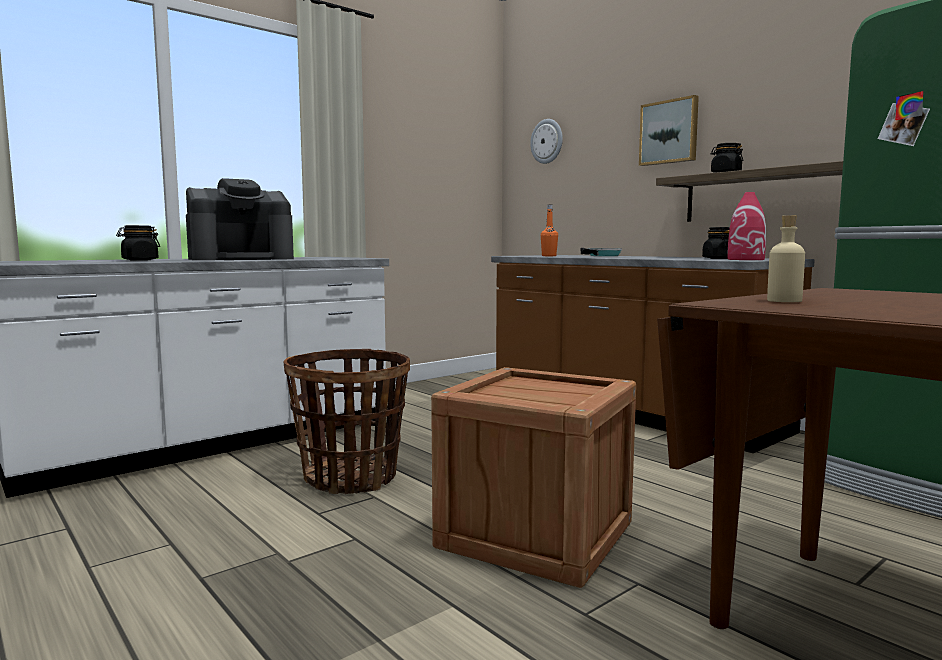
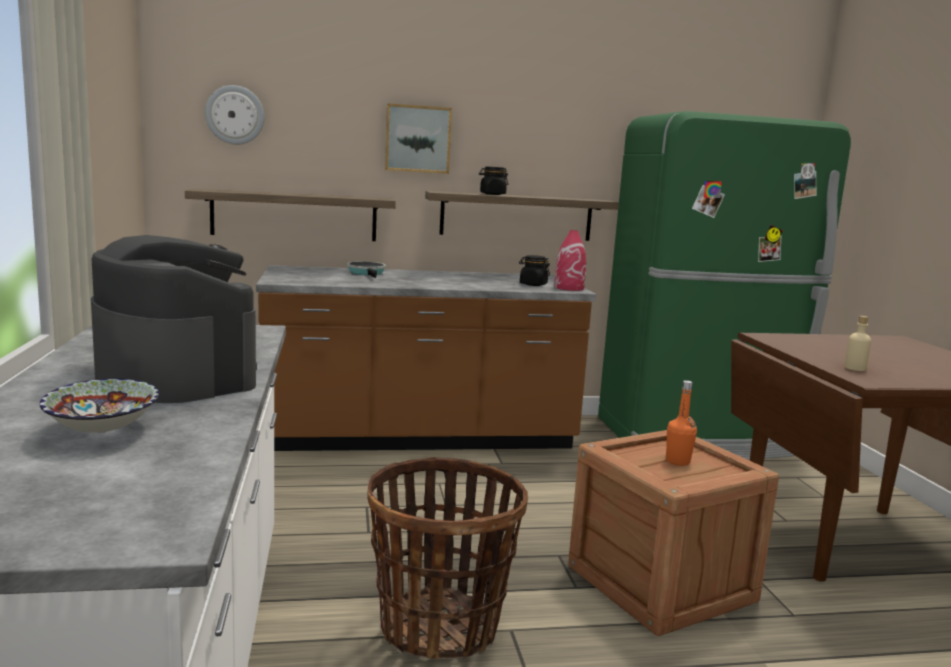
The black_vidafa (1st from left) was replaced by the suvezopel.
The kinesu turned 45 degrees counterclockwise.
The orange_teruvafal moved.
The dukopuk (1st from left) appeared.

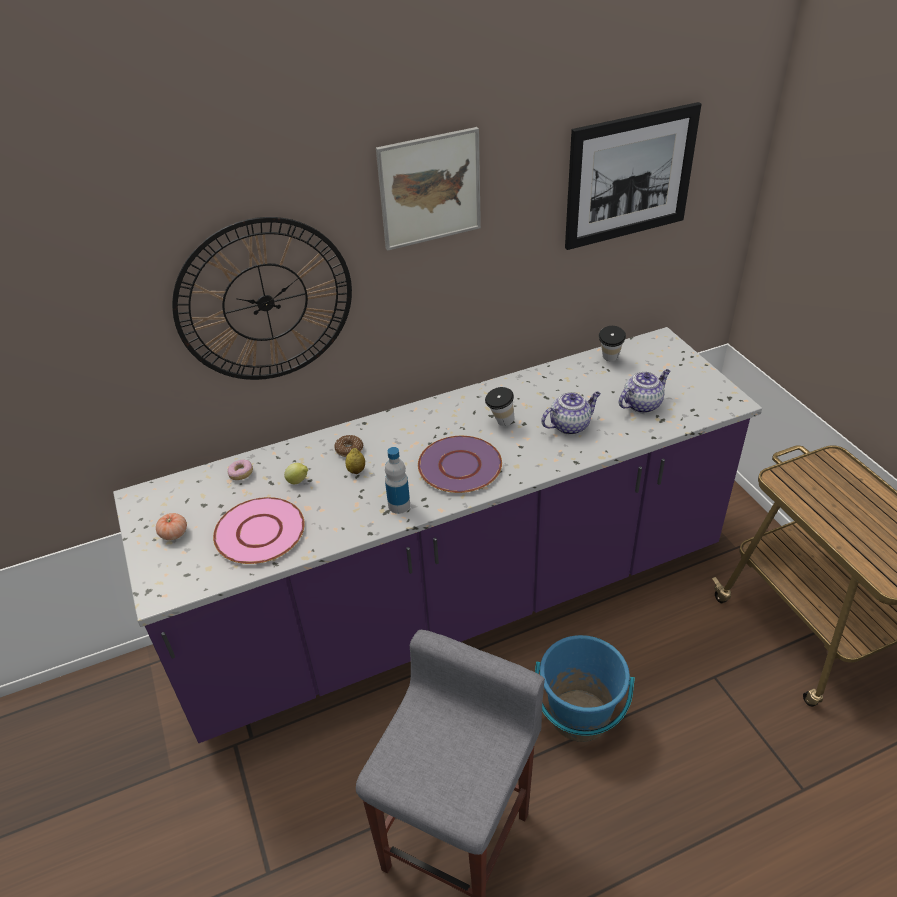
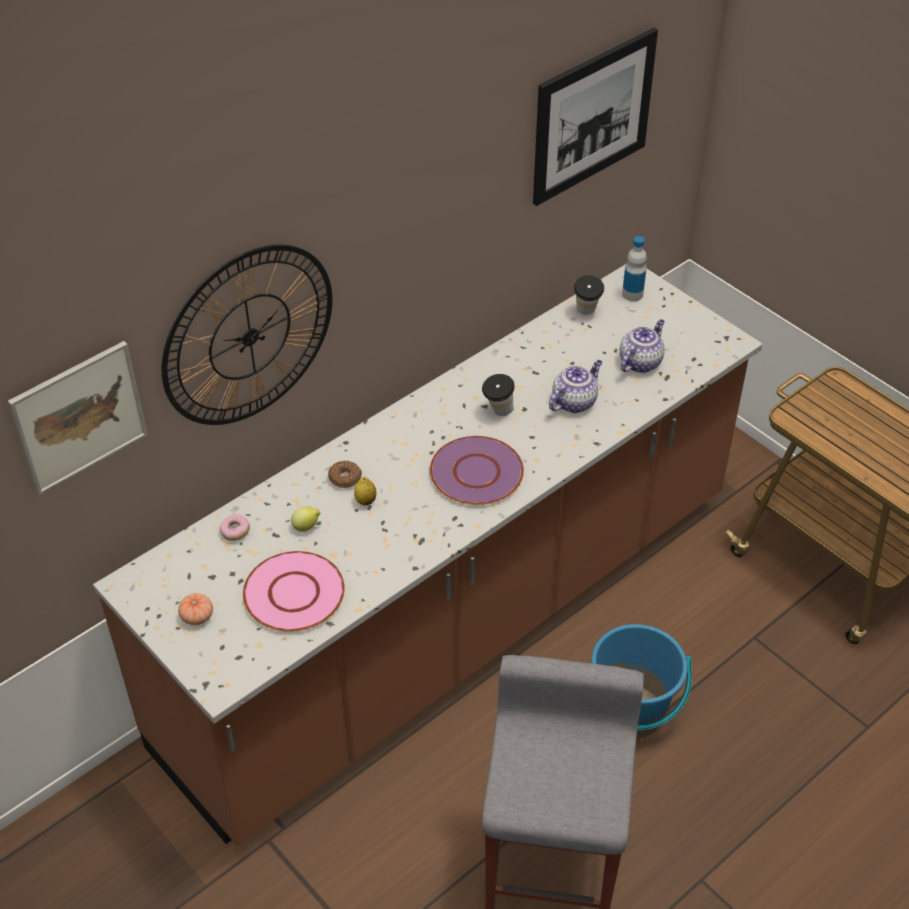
The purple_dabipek became the brown_dabipek.
The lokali (1st from left) moved.
The teruvafal moved.

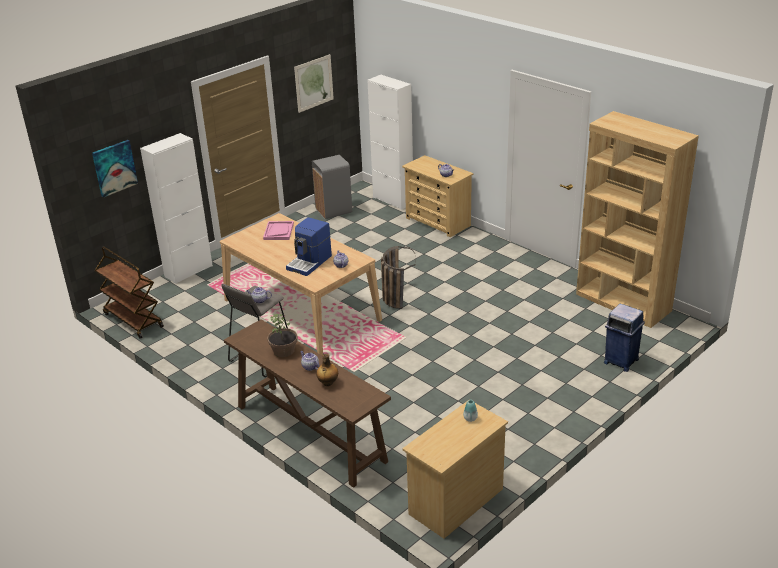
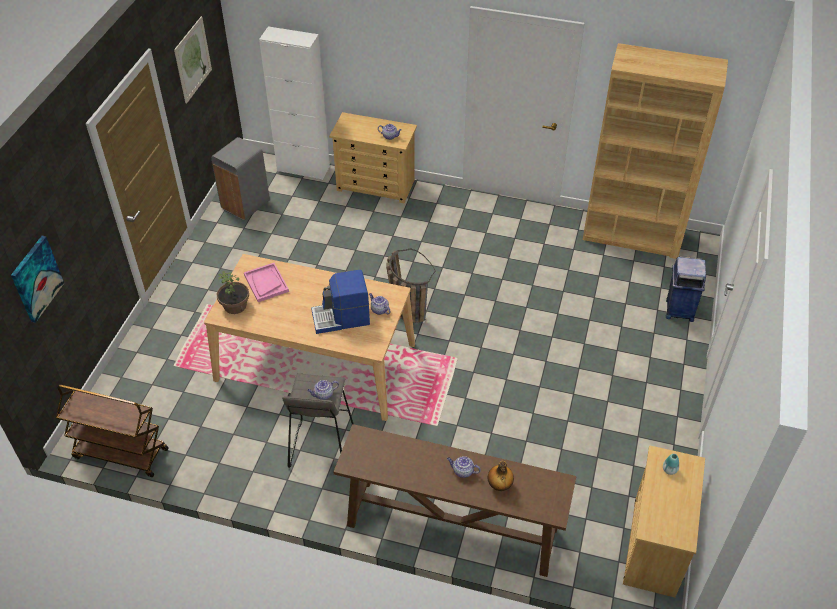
The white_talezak (1st from left) disappeared.
The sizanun moved.
The kinesu turned 75 degrees clockwise.

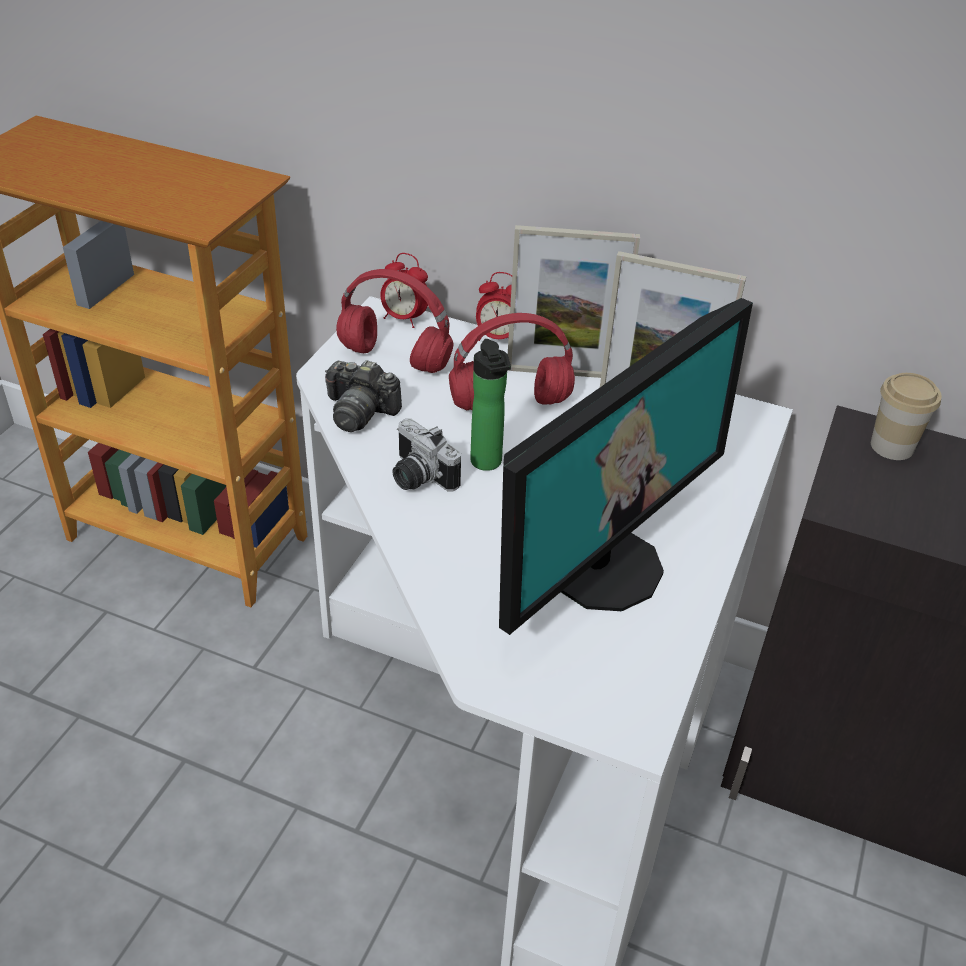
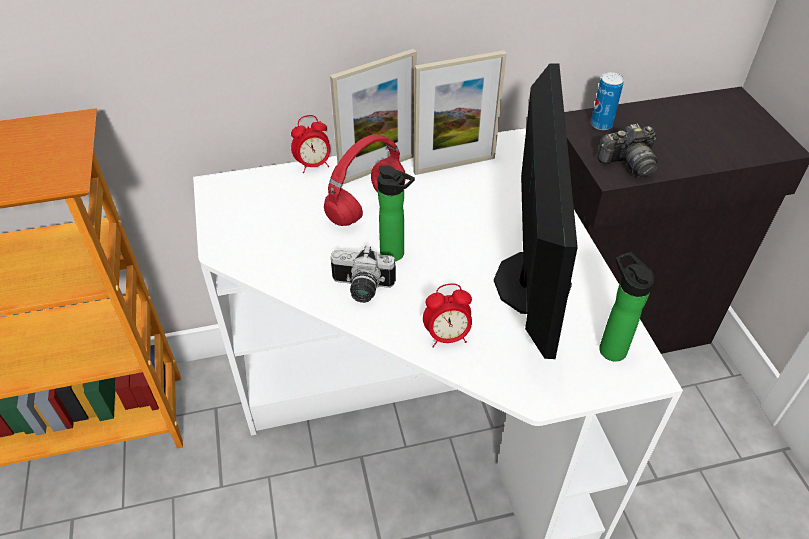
The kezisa (1st from left in the first image) moved.
The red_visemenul (1st from left) disappeared.
The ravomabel (1st from left in the first image) moved.
The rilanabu was replaced by the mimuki.
The teruvafal (2nd from left) appeared.

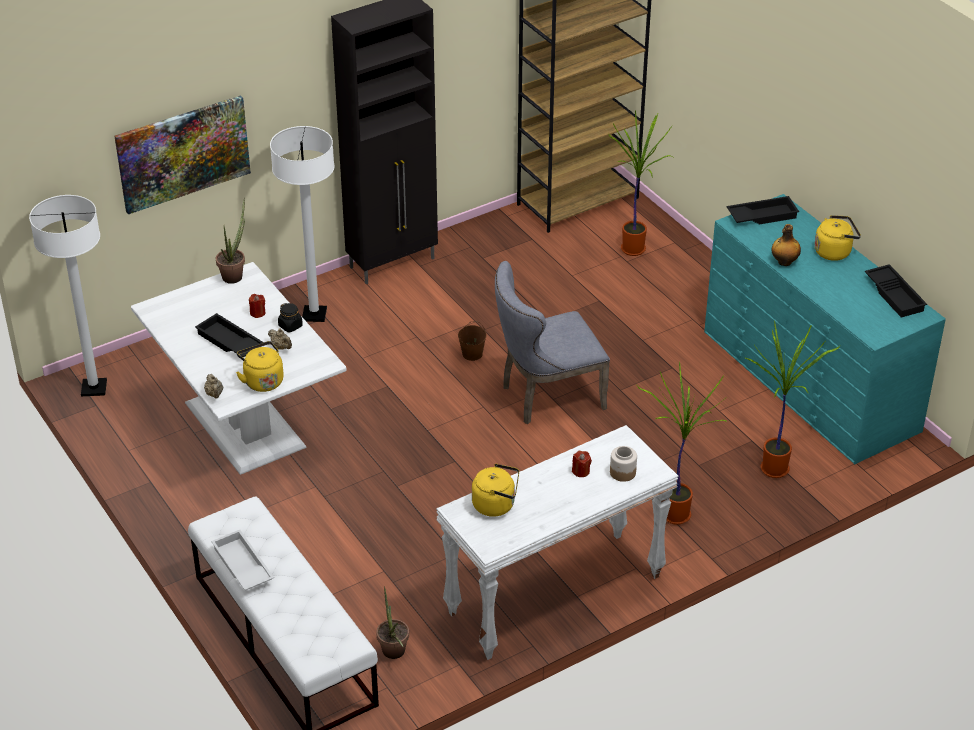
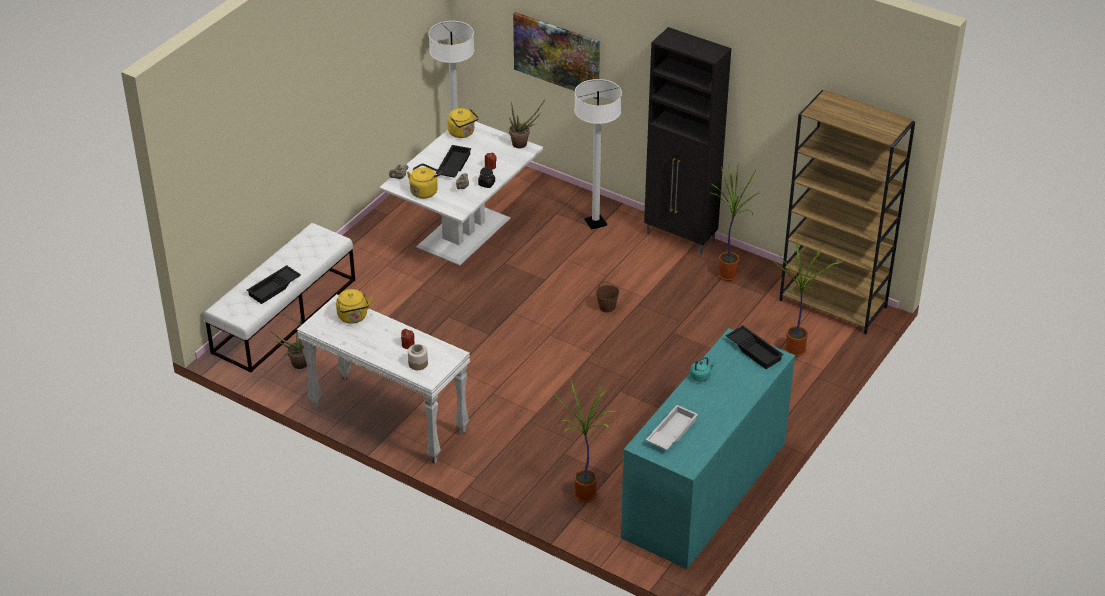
The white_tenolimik moved.
The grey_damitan disappeared.
The sizanun (4th from left) moved.
The teruvafal was replaced by the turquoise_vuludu.
The yellow_vuludu (3rd from left) moved.
The black_tenolimik (3rd from left in the first image) moved.

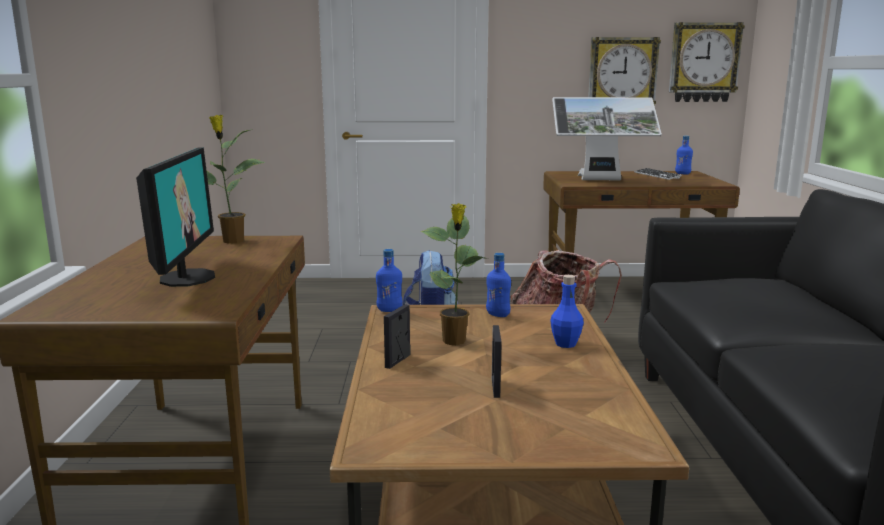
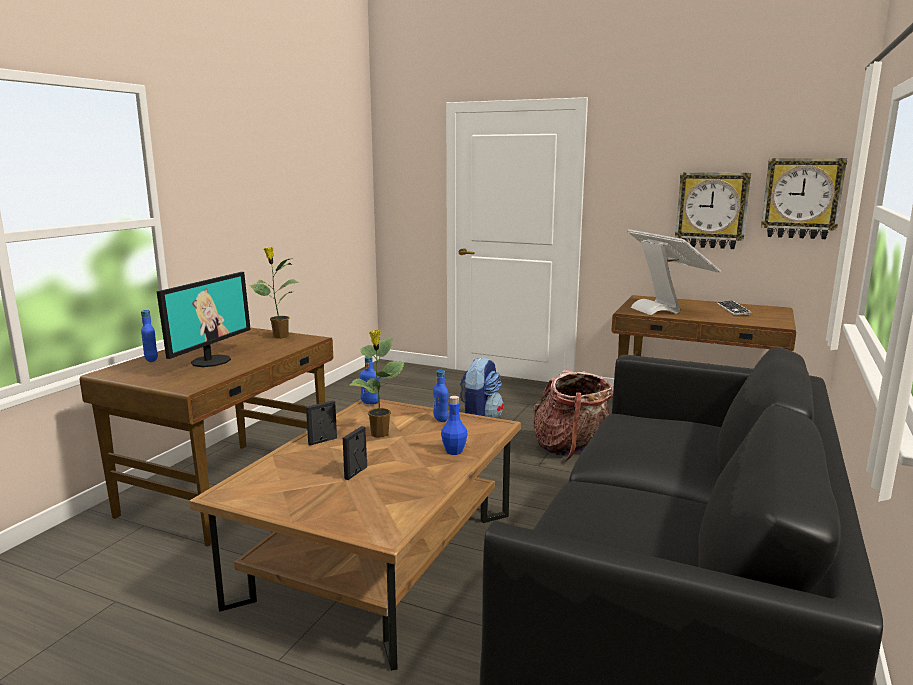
The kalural (2nd from left) turned 135 degrees counterclockwise.
The blue_teruvafal (4th from left in the first image) moved.

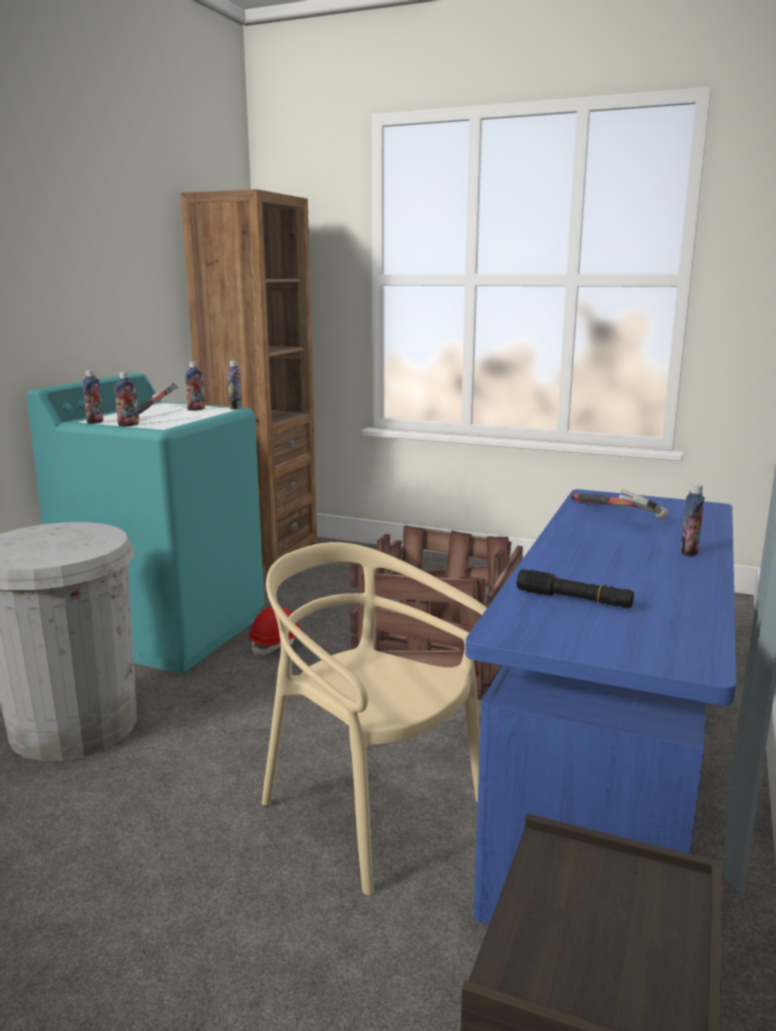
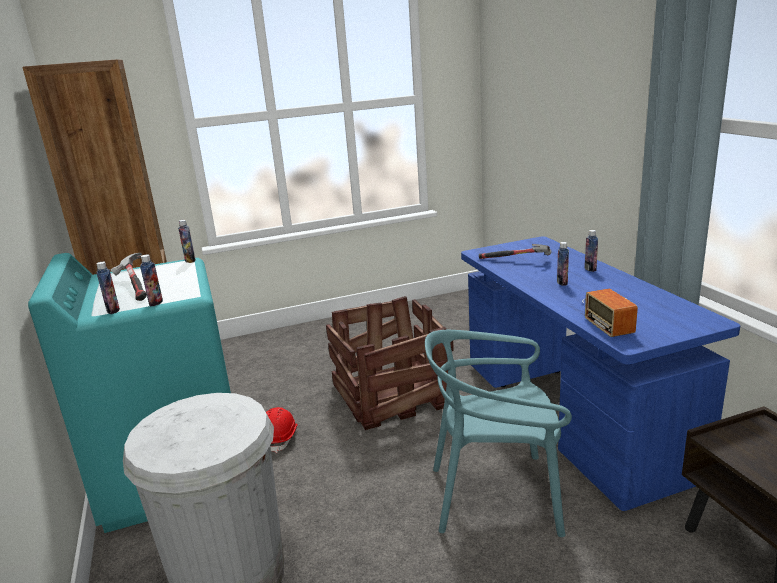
The teruvafal (3rd from left in the first image) moved.
The beige_damitan became the turquoise_damitan.
The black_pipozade was replaced by the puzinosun.

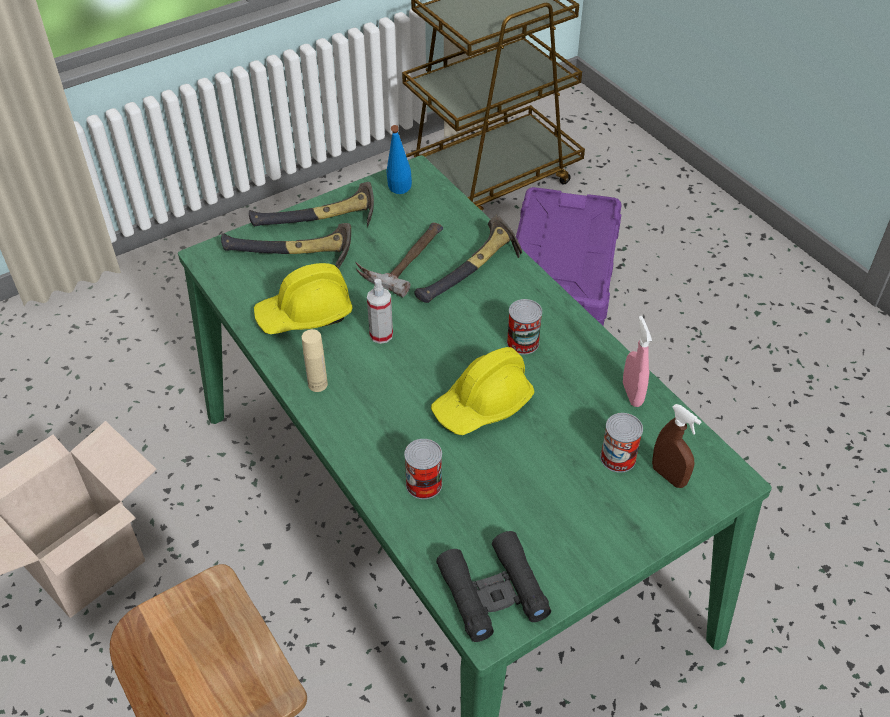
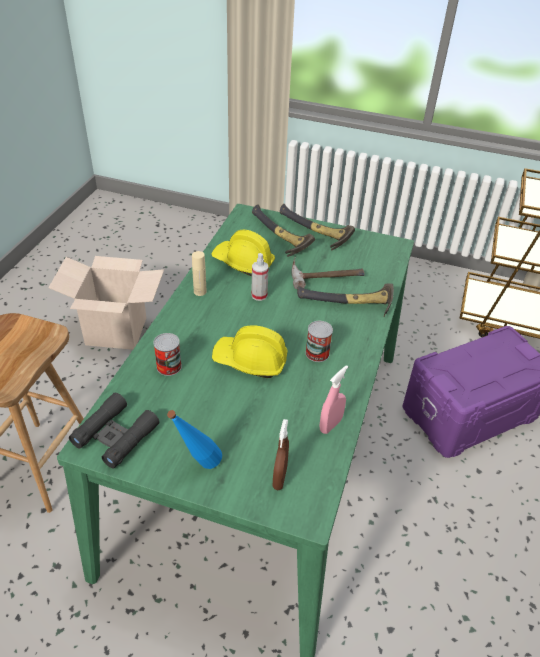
The blue_teruvafal moved.
The mimuki (3rd from left) disappeared.

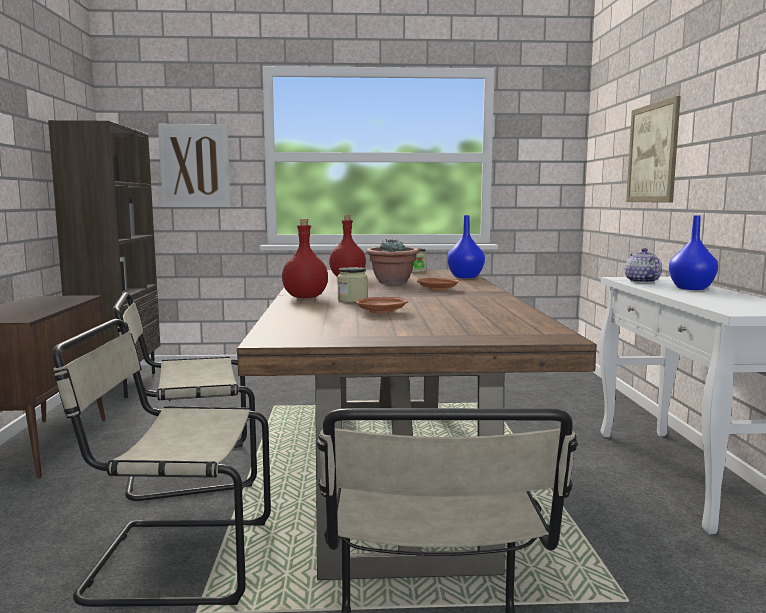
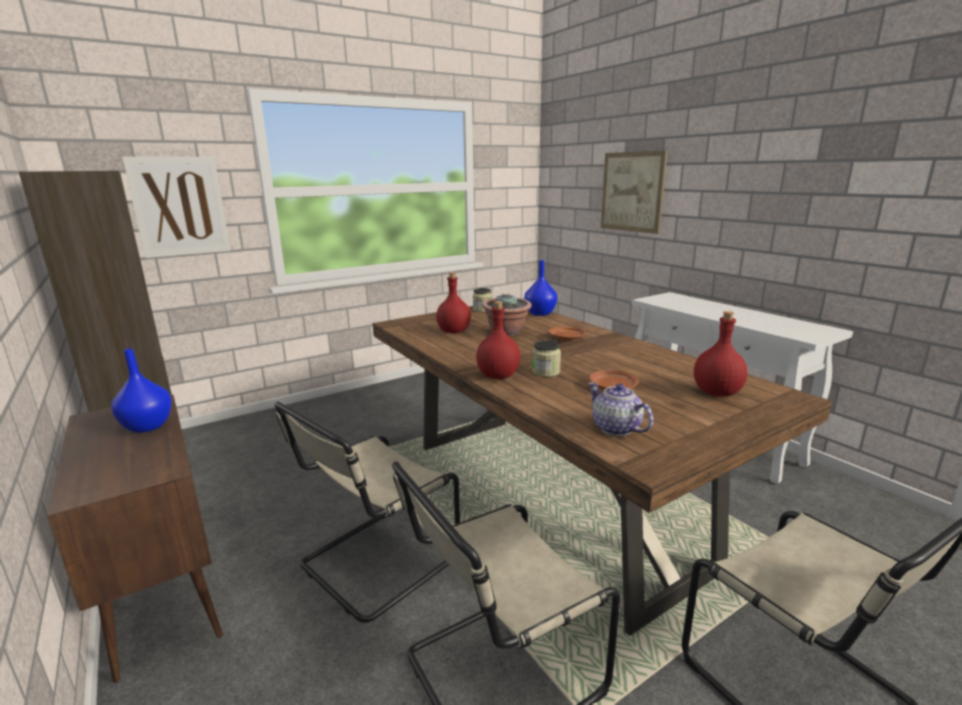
The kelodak moved.
The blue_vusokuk (2nd from left in the first image) moved.
The red_teruvafal (3rd from left) appeared.

